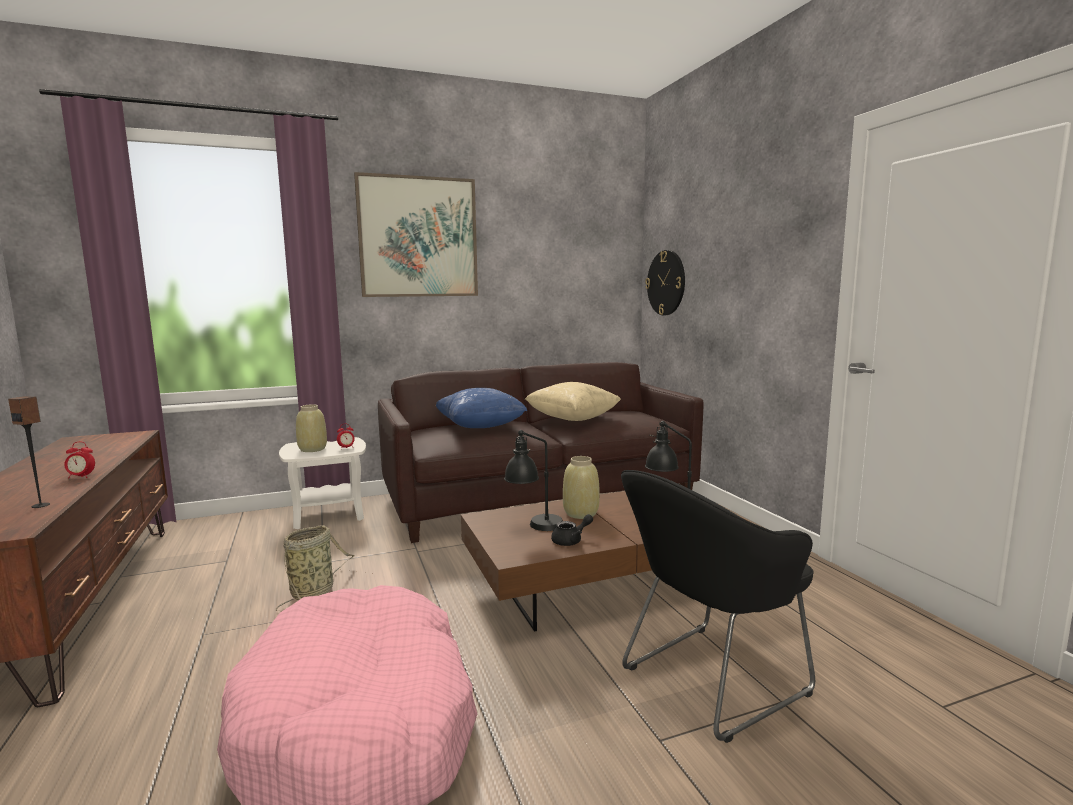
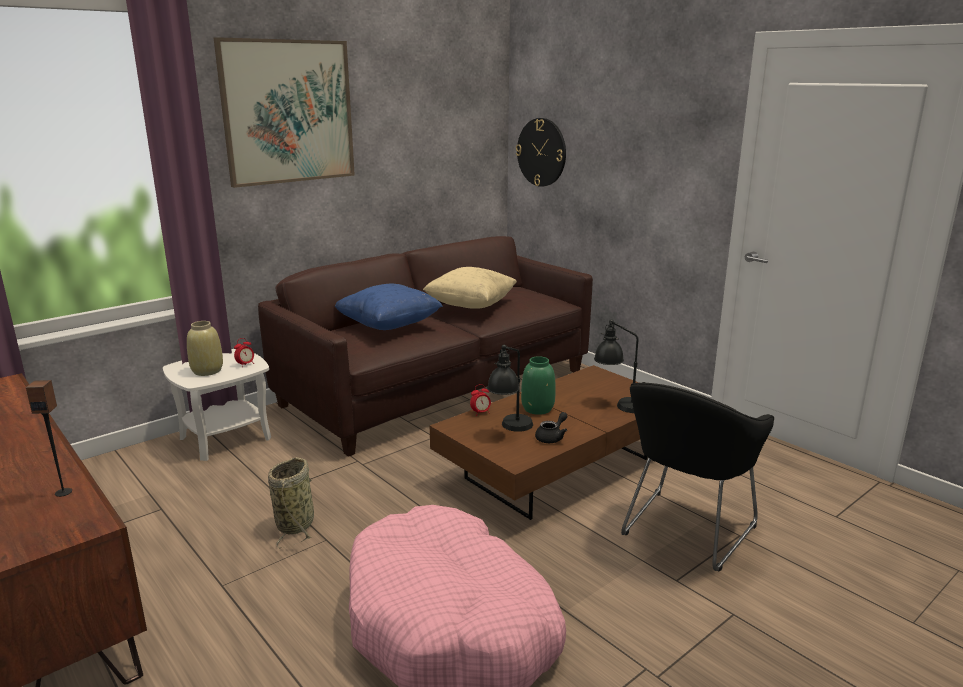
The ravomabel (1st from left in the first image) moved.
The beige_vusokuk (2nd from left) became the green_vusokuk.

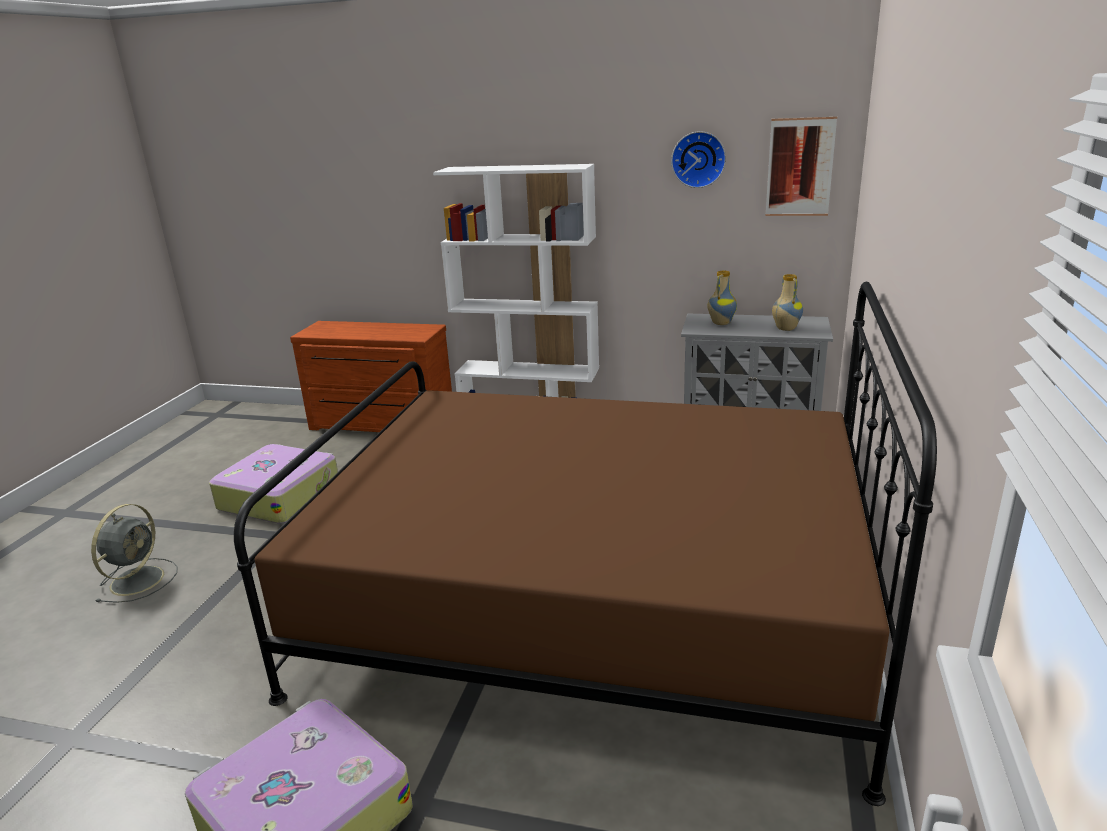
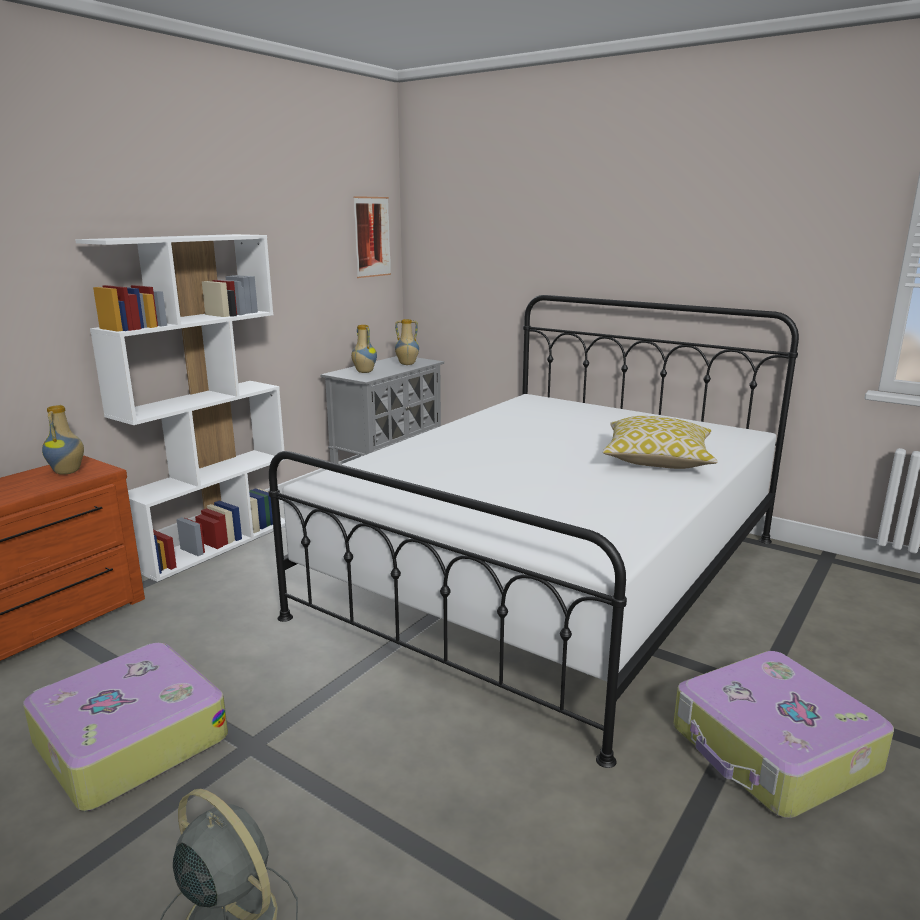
The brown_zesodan became the white_zesodan.
The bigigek disappeared.
The vusokuk (1st from left) appeared.
The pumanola appeared.

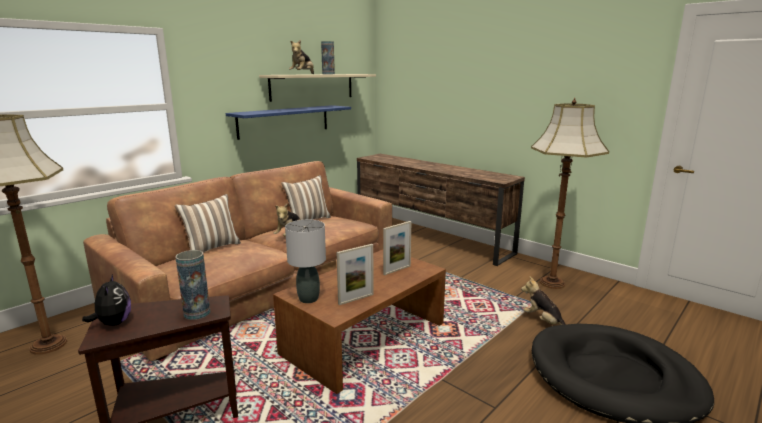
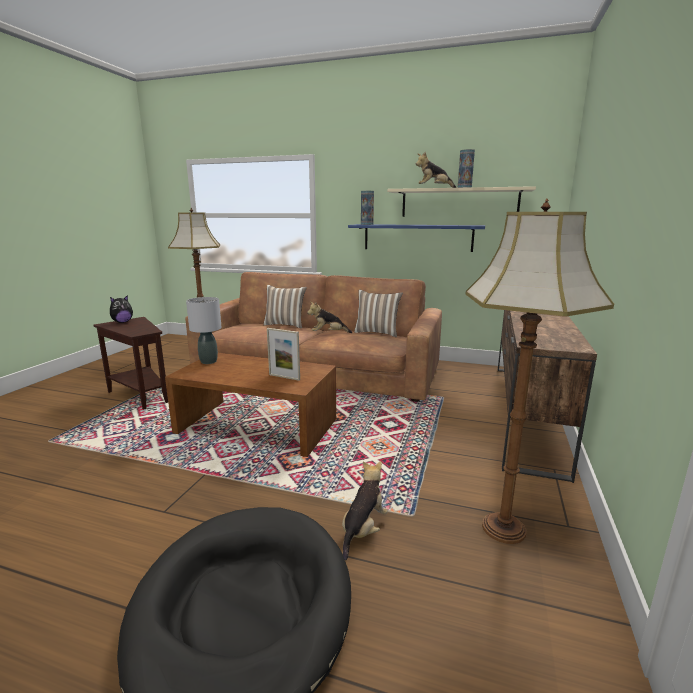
The vusokuk (1st from left) moved.
The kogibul (1st from left) disappeared.

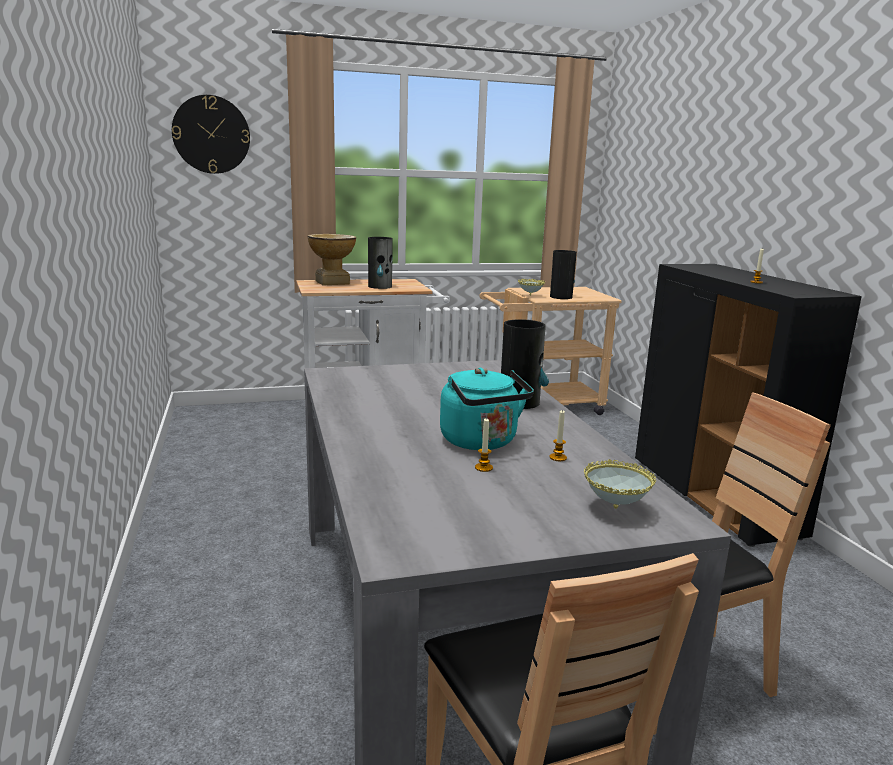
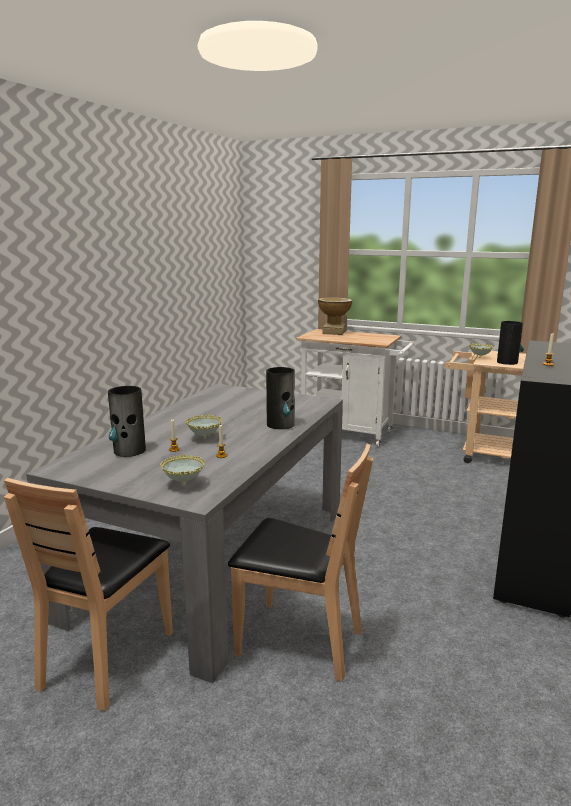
The bigigek disappeared.
The vusokuk (2nd from left in the first image) moved.
The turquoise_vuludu was replaced by the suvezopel (2nd from left).

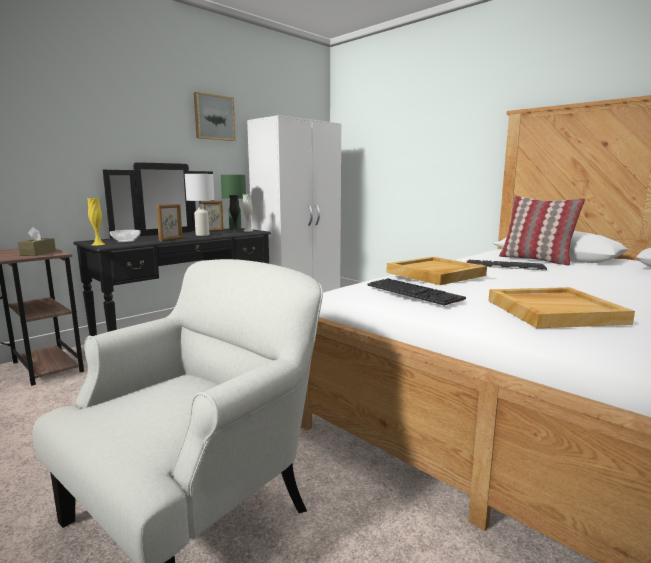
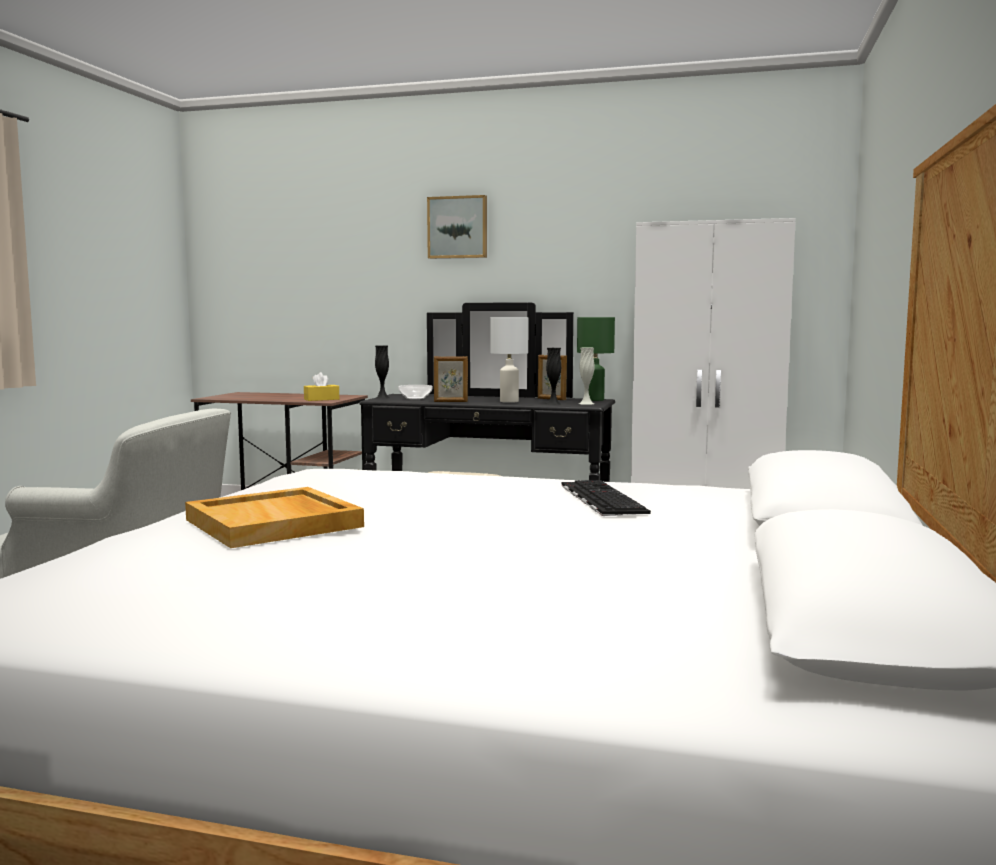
The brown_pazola became the yellow_pazola.
The yellow_vusokuk became the black_vusokuk (1st from left).
The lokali moved.
The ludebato (1st from left) disappeared.
The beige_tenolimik (1st from left) disappeared.
The pumanola disappeared.

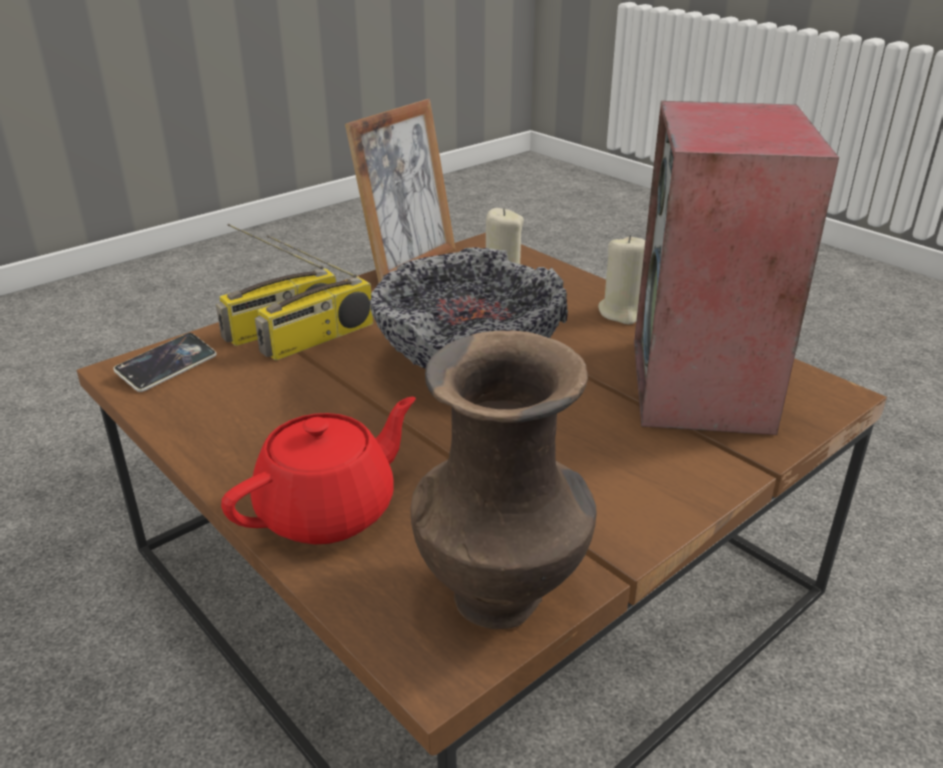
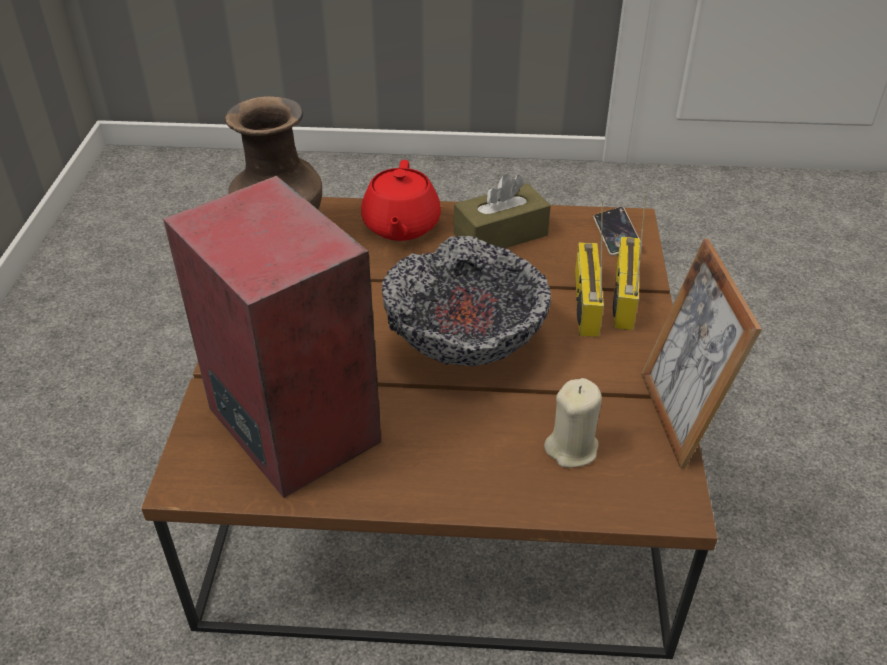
The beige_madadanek (2nd from left) disappeared.
The brown_pazola appeared.

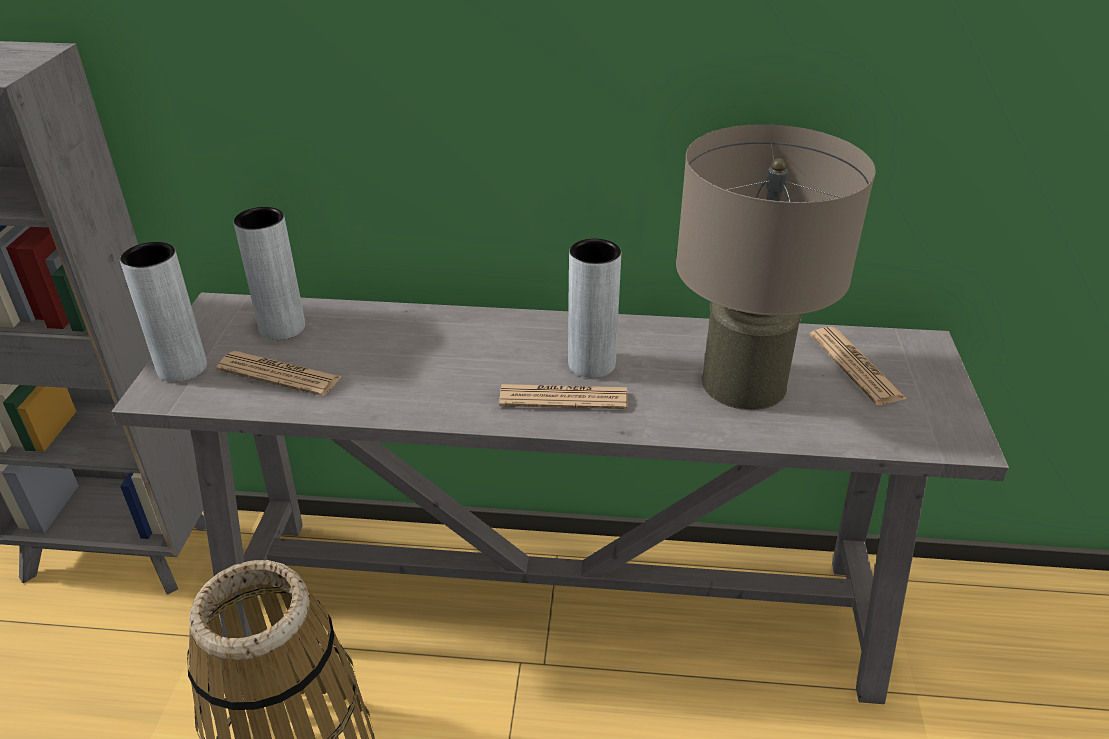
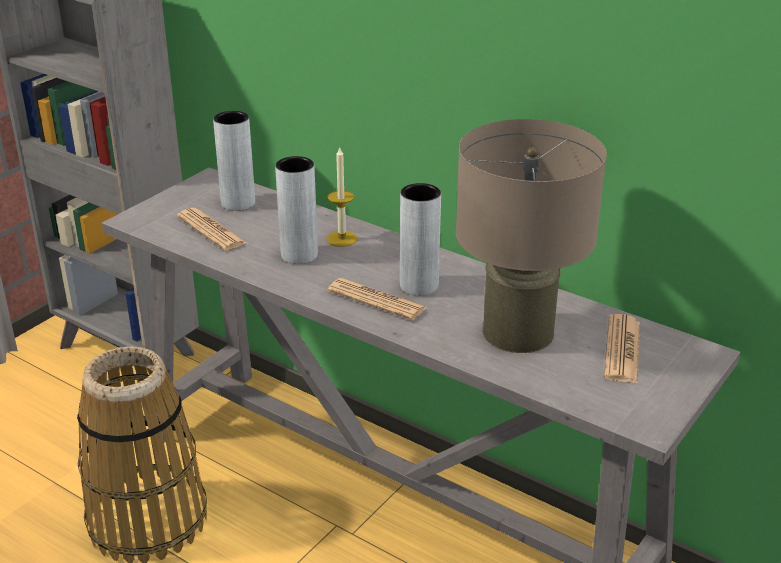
The grey_vusokuk (1st from left in the first image) moved.
The madadanek appeared.

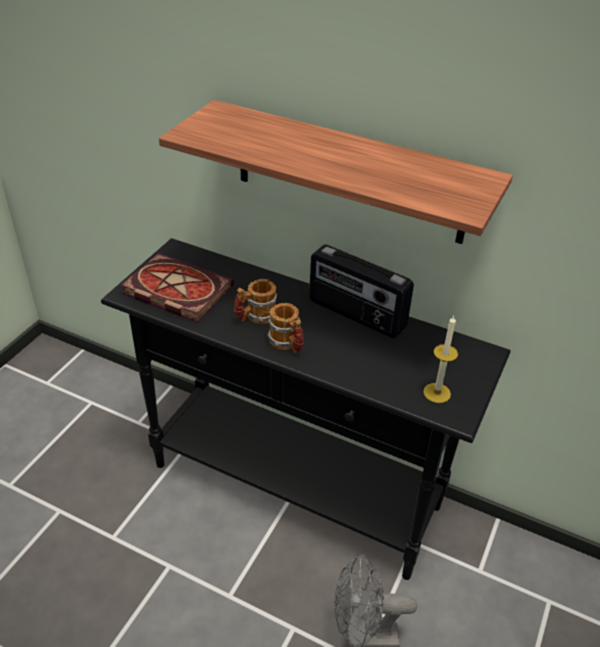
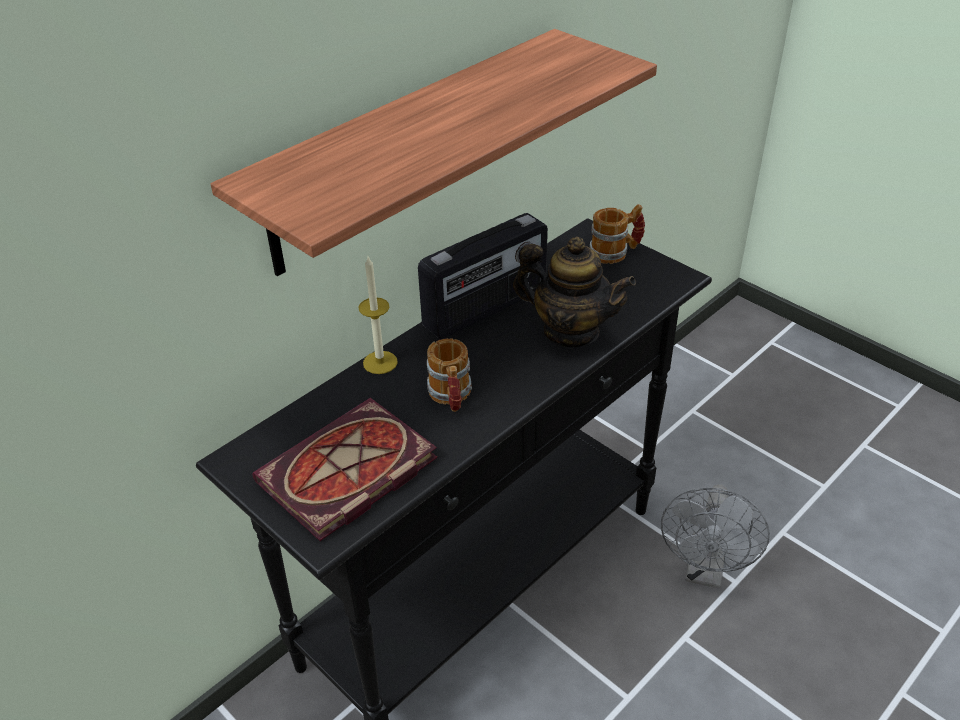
The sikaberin (2nd from left) moved.
The madadanek moved.
The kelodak appeared.

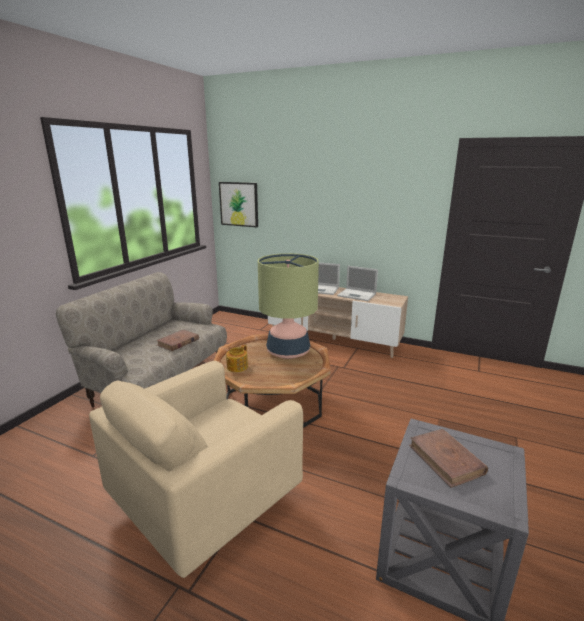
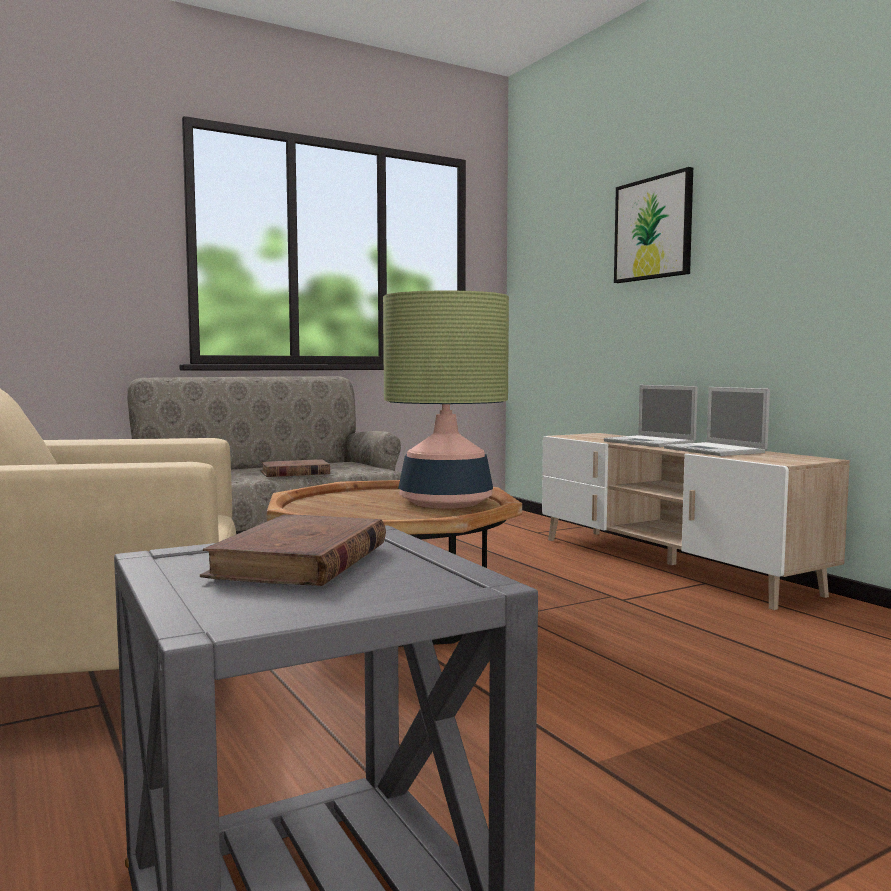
The lokali moved.
The kelodak disappeared.

